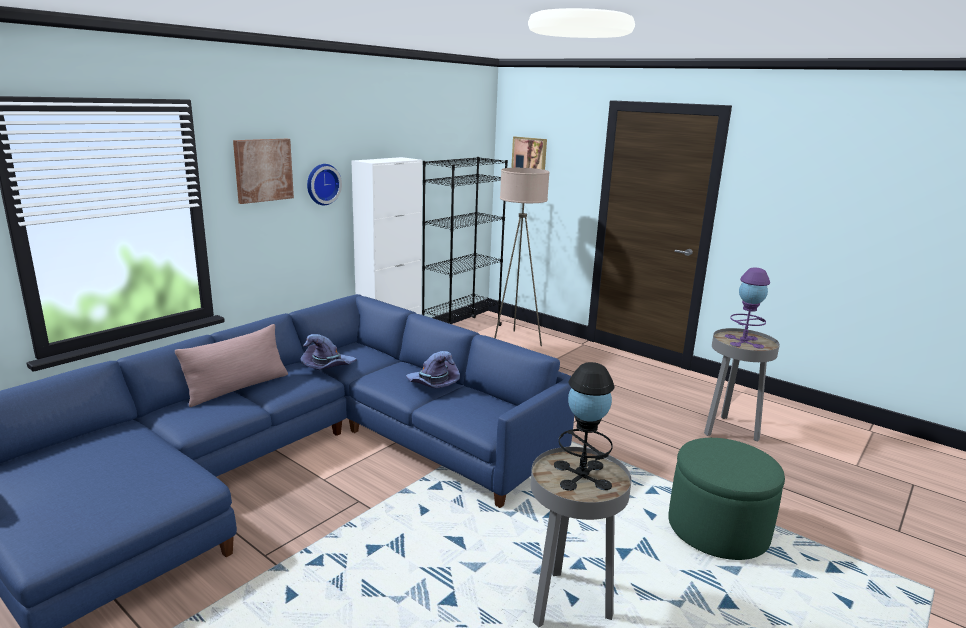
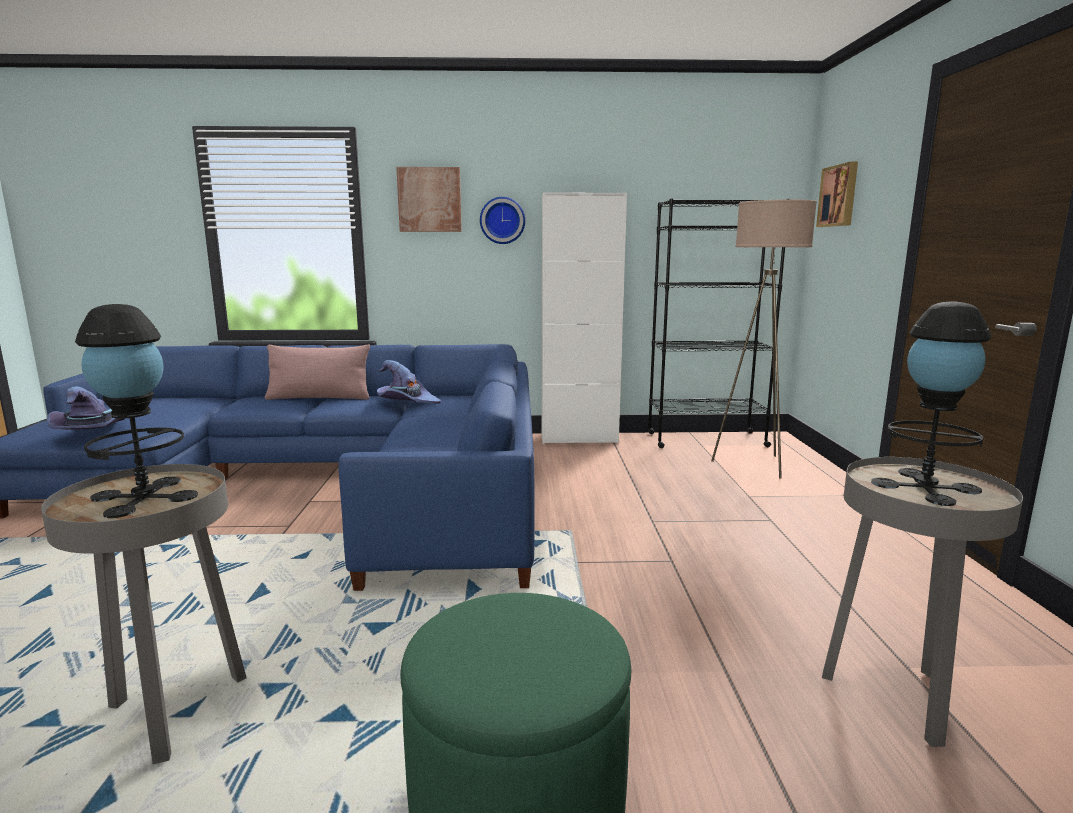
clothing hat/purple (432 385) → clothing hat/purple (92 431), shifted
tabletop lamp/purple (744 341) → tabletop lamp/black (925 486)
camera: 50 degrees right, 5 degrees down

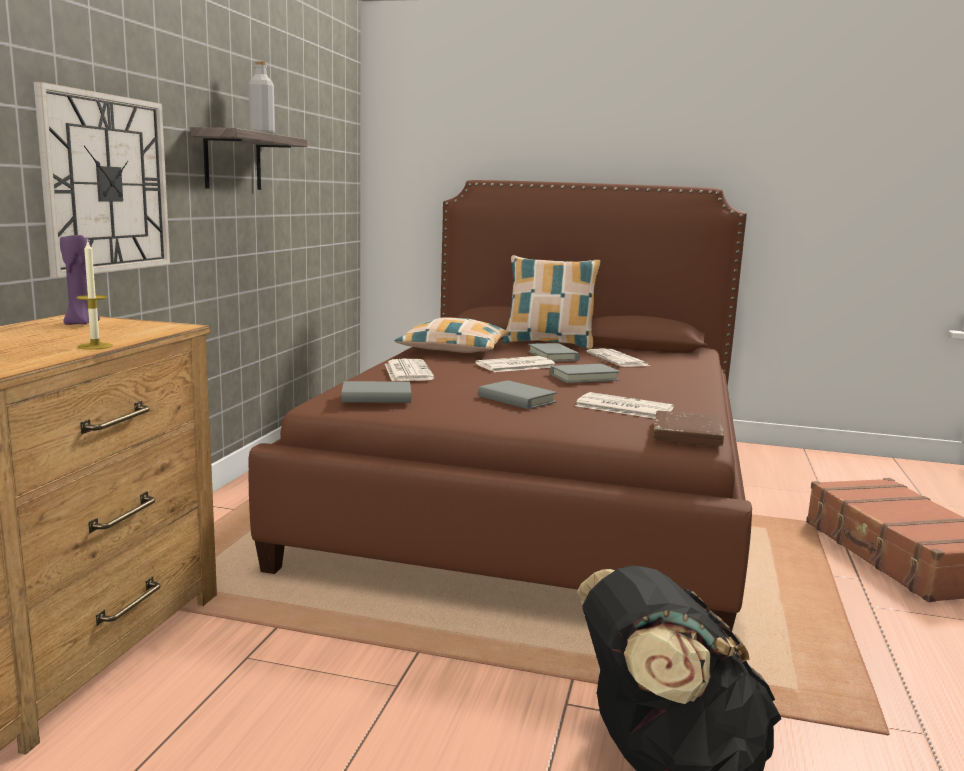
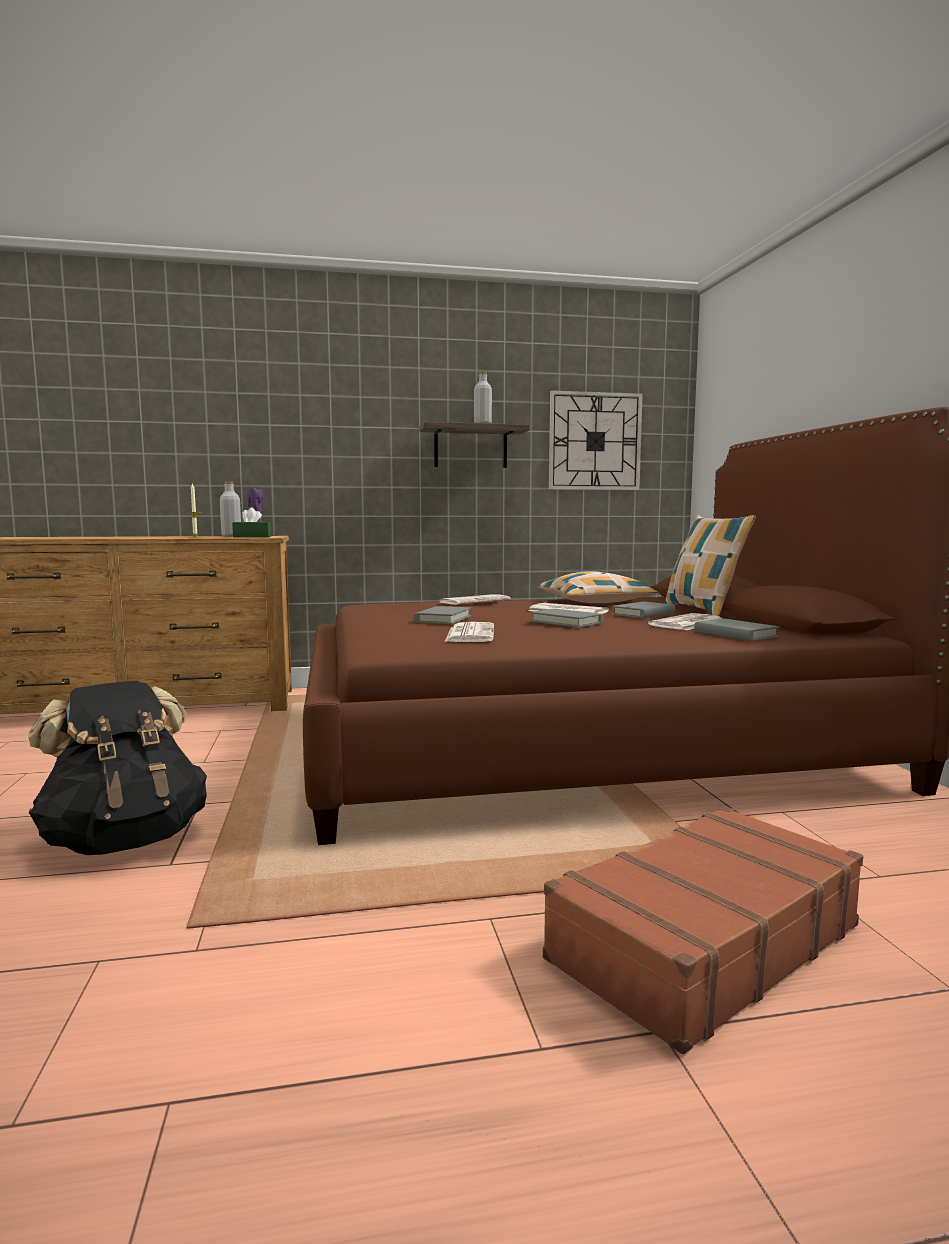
clock on the wall (106 184) → clock on the wall (594 441), shifted
volume/greyish (376 397) → volume/greyish (735 634), shifted
volume/brown-coloured (687 435) → -
- → drink bottle/greyish (231 536)
- → tissue box/green-coloured (252 537)
camera: 65 degrees right, 5 degrees down

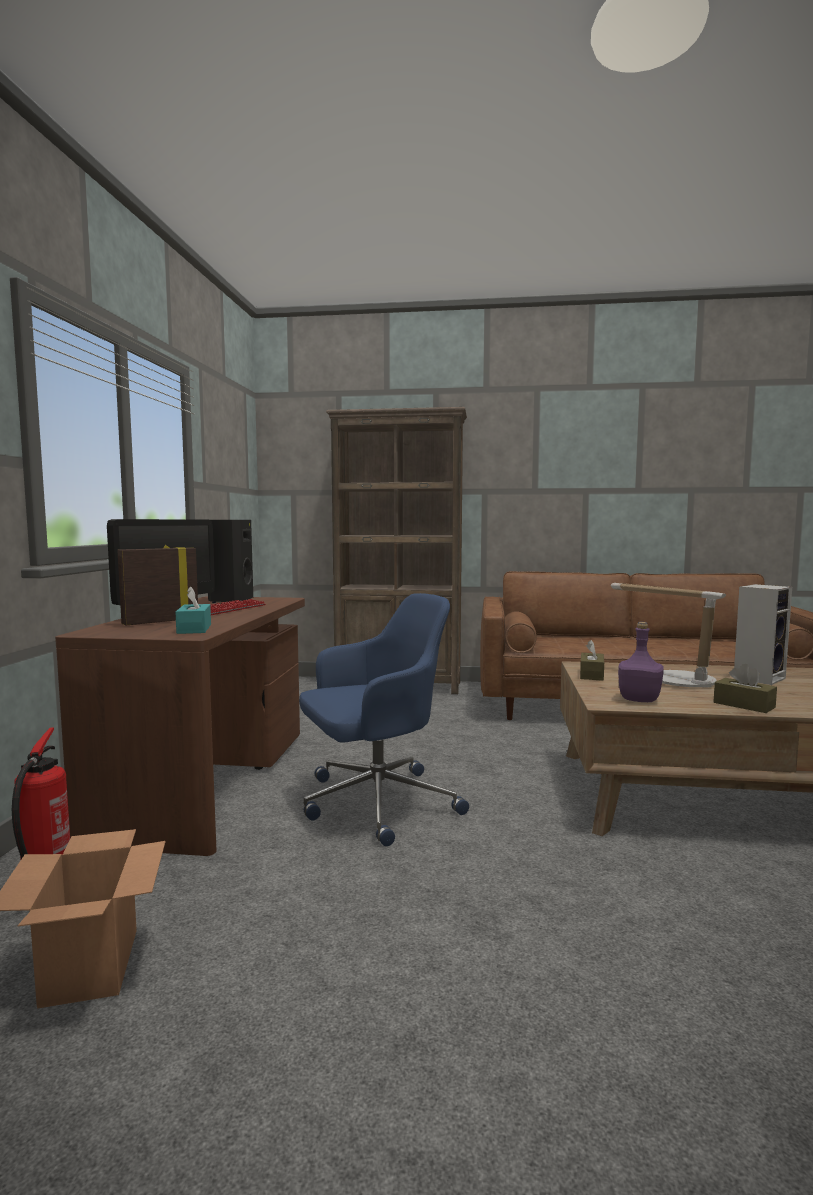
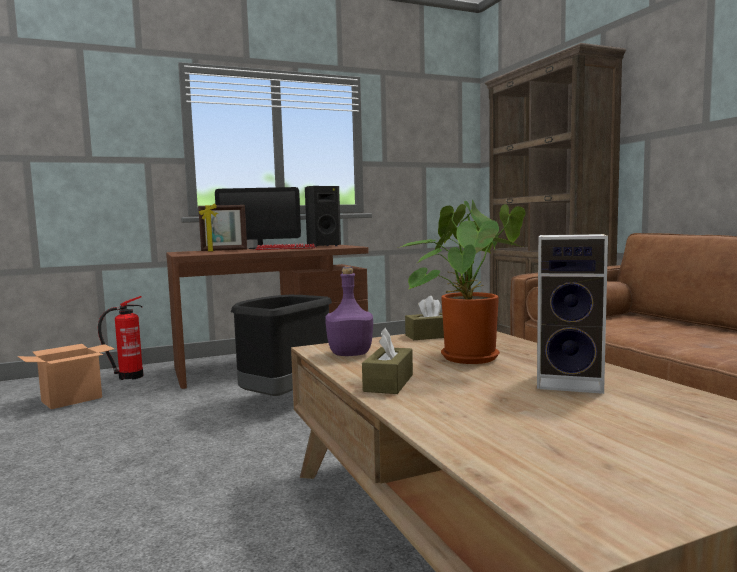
standing frame (160 622) → standing frame (224 250), 150 degrees clockwise
tissue box/turquoise (194 629) → -
computer chair/blue-coloured (375 803) → rubbish bin/black (284 401)
tabletop lamp (673 680) → plant in a pot (467 356)
camera: 60 degrees right, 0 degrees up

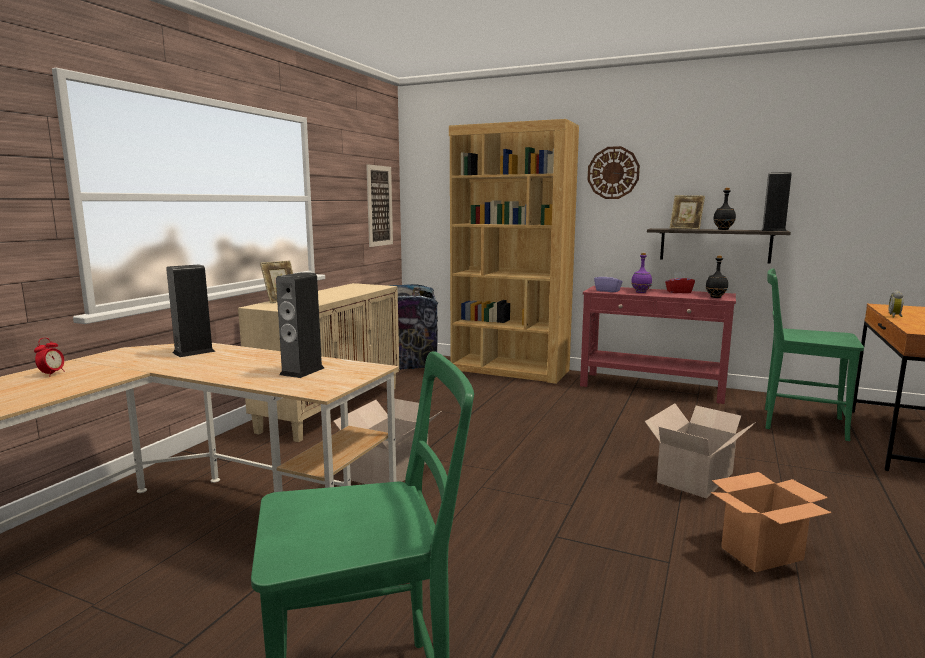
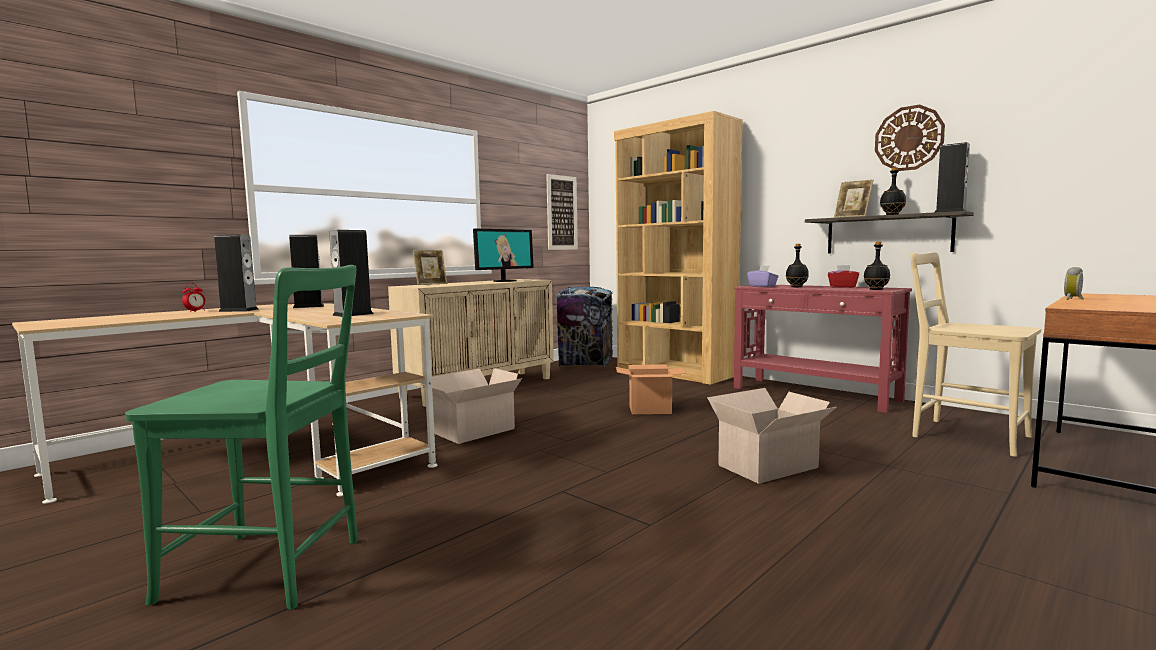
clock on the wall (613 173) → clock on the wall (908 138), shifted
drink bottle/purple (641 292) → drink bottle/black (797 287)
carton (762 553) → carton (650 410), shifted
chair/green-coloured (797 423) → chair/beige (963 435)
- → speaker (238 310)
- → computer display (504 281)
camera: 20 degrees right, 5 degrees down

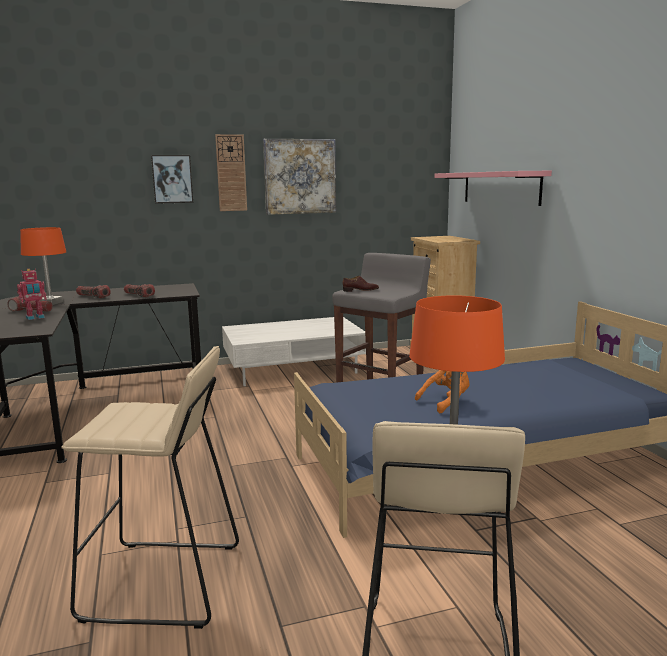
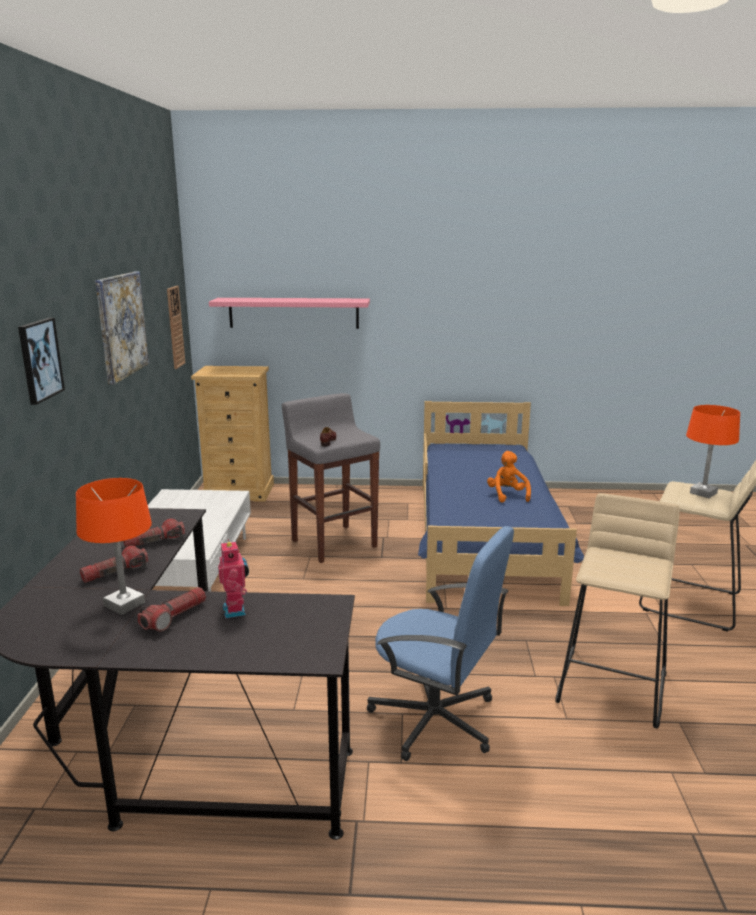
clock on the wall (231 173) → clock on the wall (175 327), shifted
- → computer chair/blue-coloured (436 720)
camera: 70 degrees left, 5 degrees up

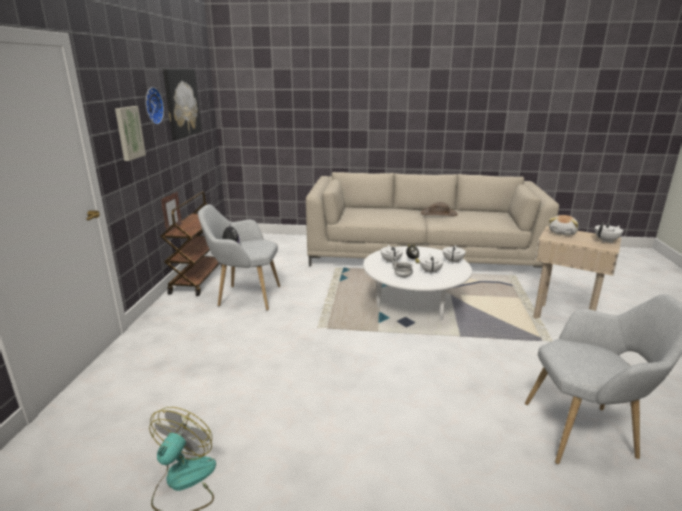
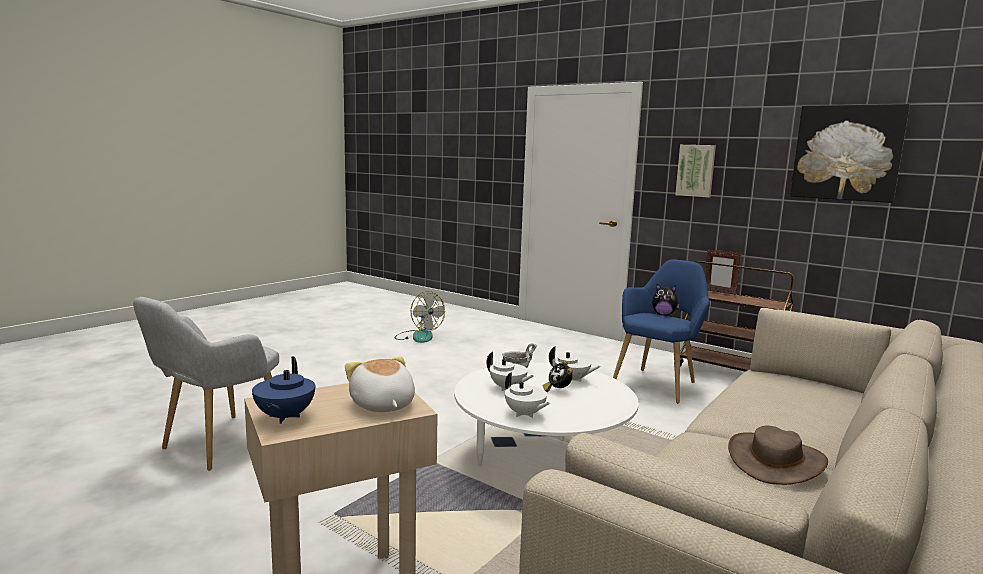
clock on the wall (152 106) → -
lounge chair/greyish (245 296) → lounge chair/blue-coloured (658 383)
tea pot/white (606 241) → tea pot/blue-coloured (284 417)
camera: 120 degrees right, 10 degrees down

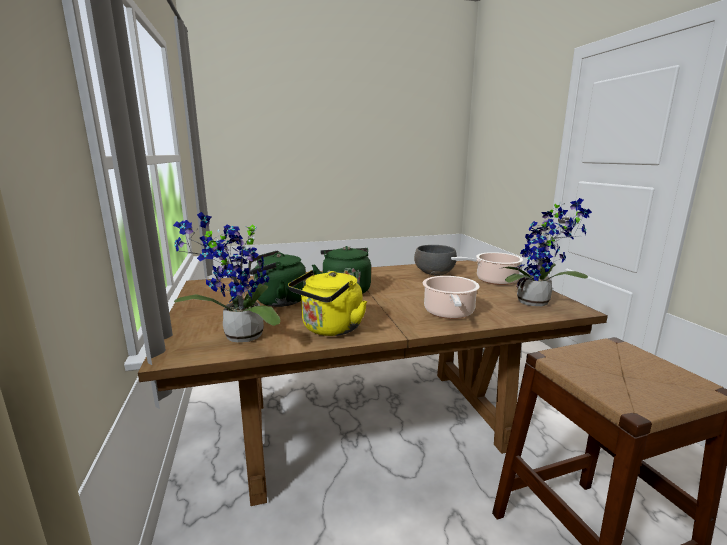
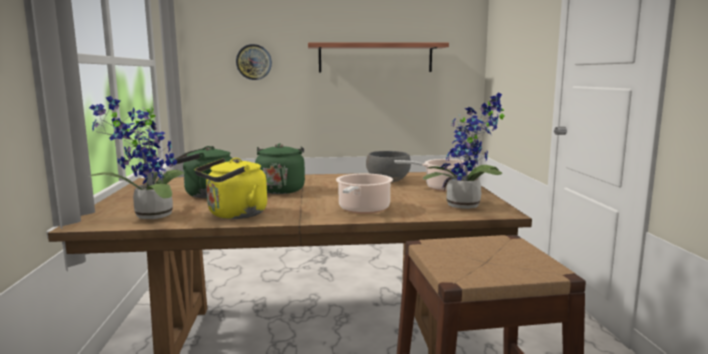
- → clock on the wall (254 62)
- → shelf (375 58)
camera: 10 degrees right, 5 degrees down

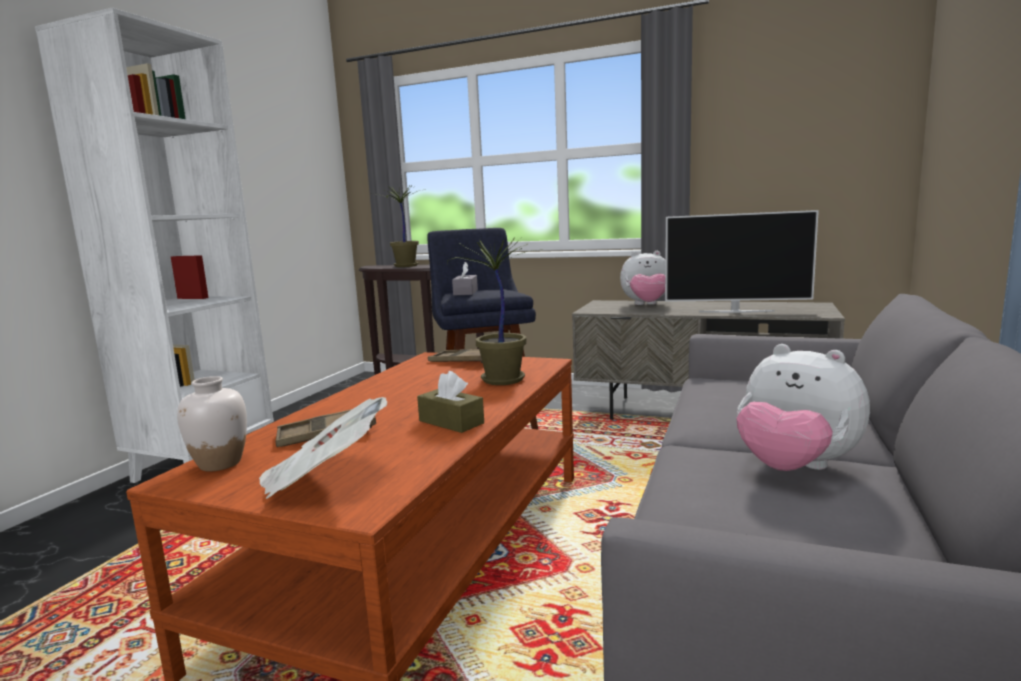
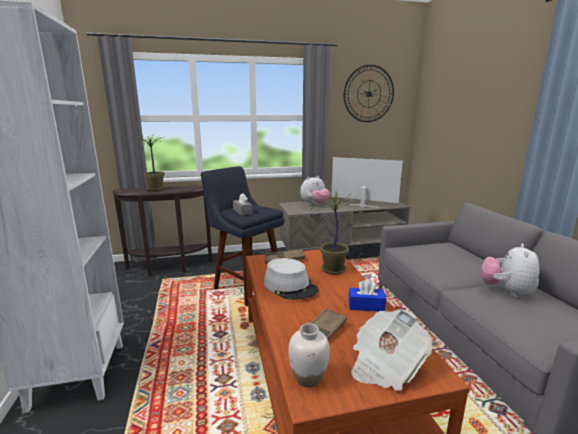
tissue box/brown-coloured (451 422) → tissue box/blue-coloured (366 306)
television (736 311) → television (362 206), 135 degrees counterclockwise
plush toy (794 468) → plush toy (506 292), 105 degrees clockwise
- → clothing hat/greyish (290 286)
- → clock on the wall (369 94)
camera: 35 degrees left, 5 degrees up

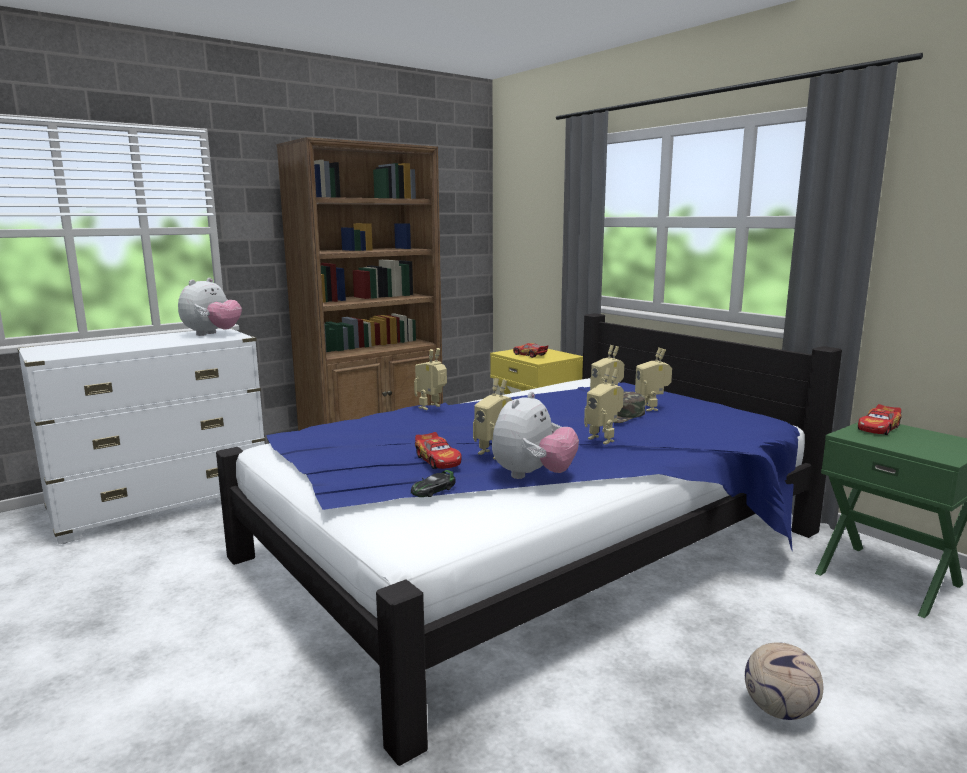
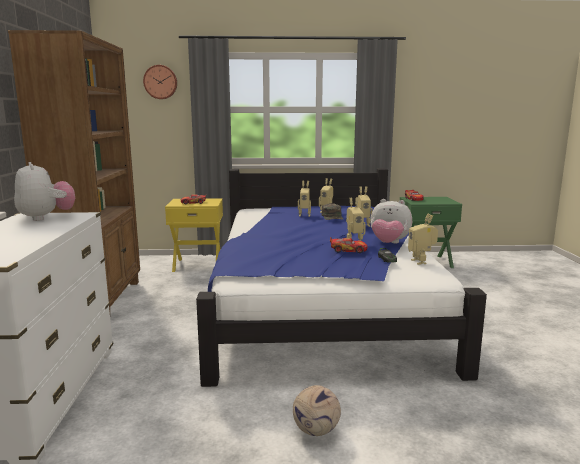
model robot (432 407) → model robot (421 261), shifted
plush toy (532 475) → plush toy (389 243), 135 degrees clockwise
football (778 710) → football (315 431), shifted
- → clock on the wall (160 82)
camera: 55 degrees left, 0 degrees up

